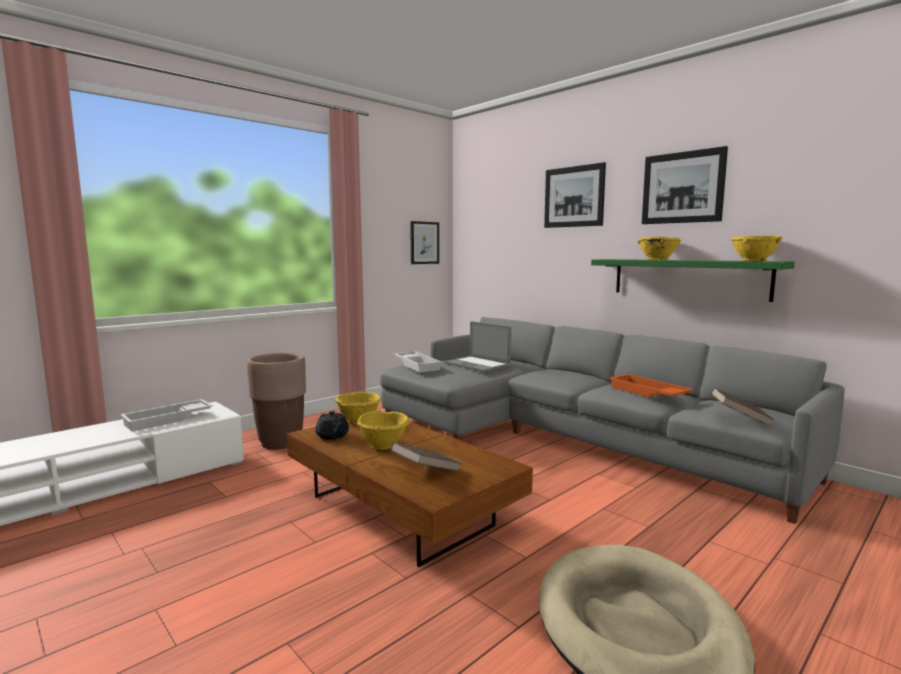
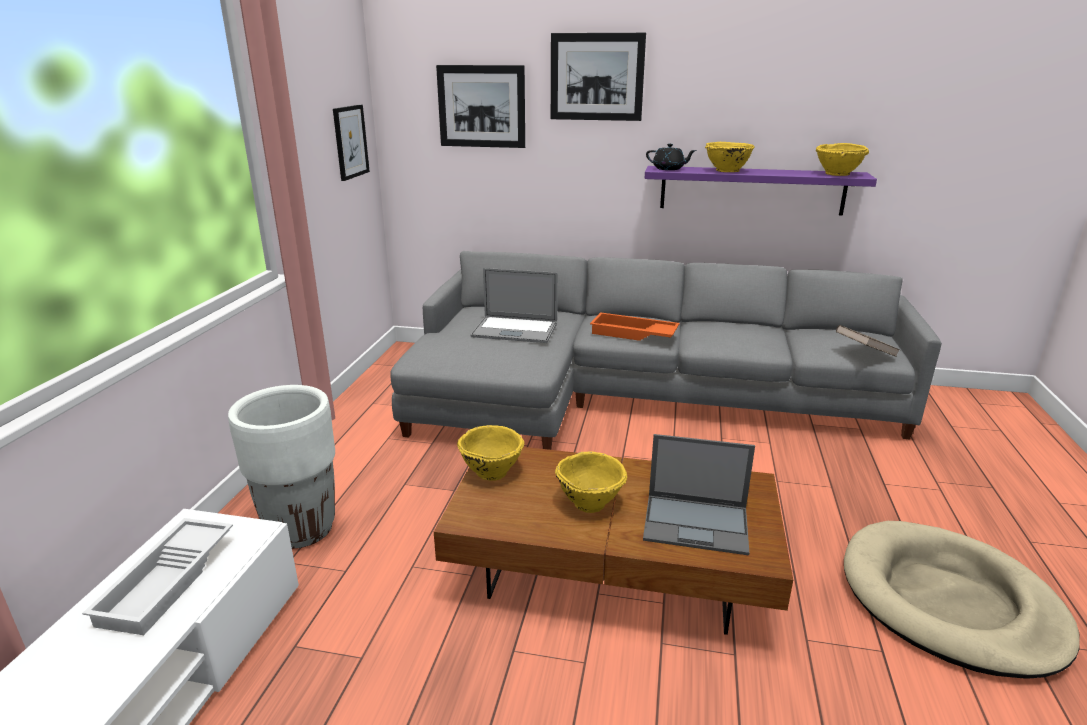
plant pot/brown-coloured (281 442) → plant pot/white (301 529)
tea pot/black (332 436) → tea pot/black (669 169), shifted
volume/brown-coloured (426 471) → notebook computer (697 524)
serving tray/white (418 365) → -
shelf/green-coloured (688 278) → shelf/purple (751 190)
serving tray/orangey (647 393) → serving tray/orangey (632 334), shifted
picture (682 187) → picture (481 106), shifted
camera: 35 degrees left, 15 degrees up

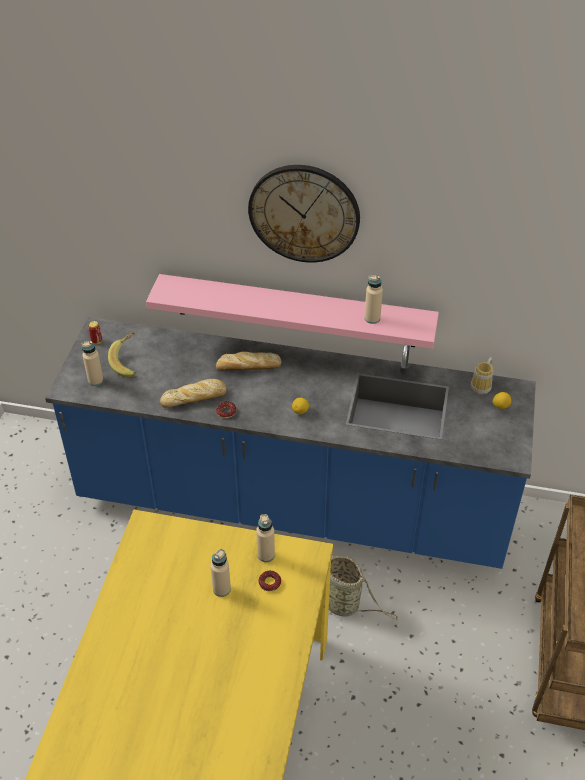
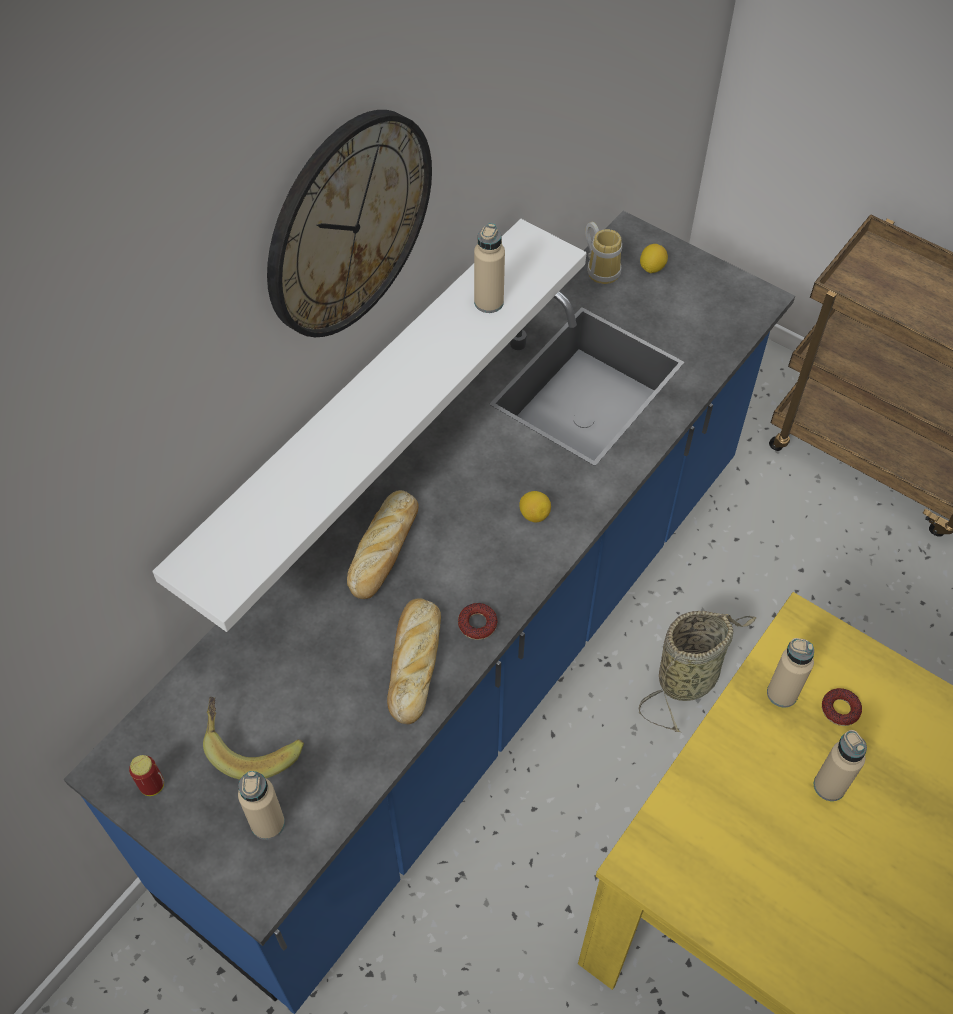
shelf/pinkish (296 311) → shelf/white (358 407)
camera: 65 degrees left, 10 degrees up

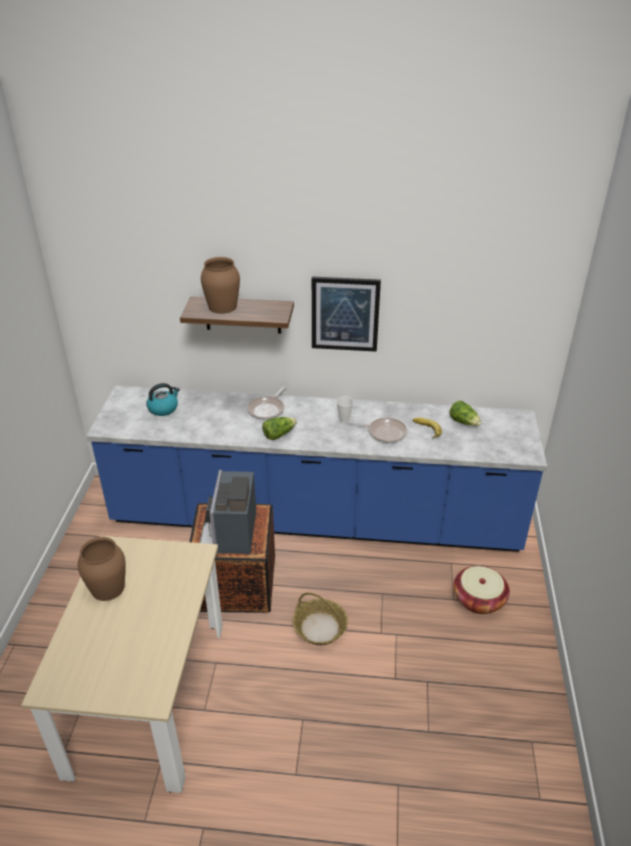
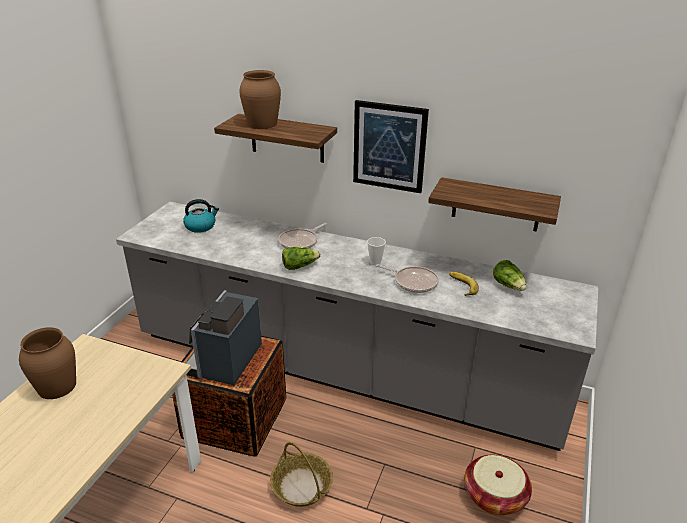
kitchen counter/blue-coloured (315 520) → kitchen counter/greyish (342 371)
- → shelf (496 205)
camera: 15 degrees right, 5 degrees down

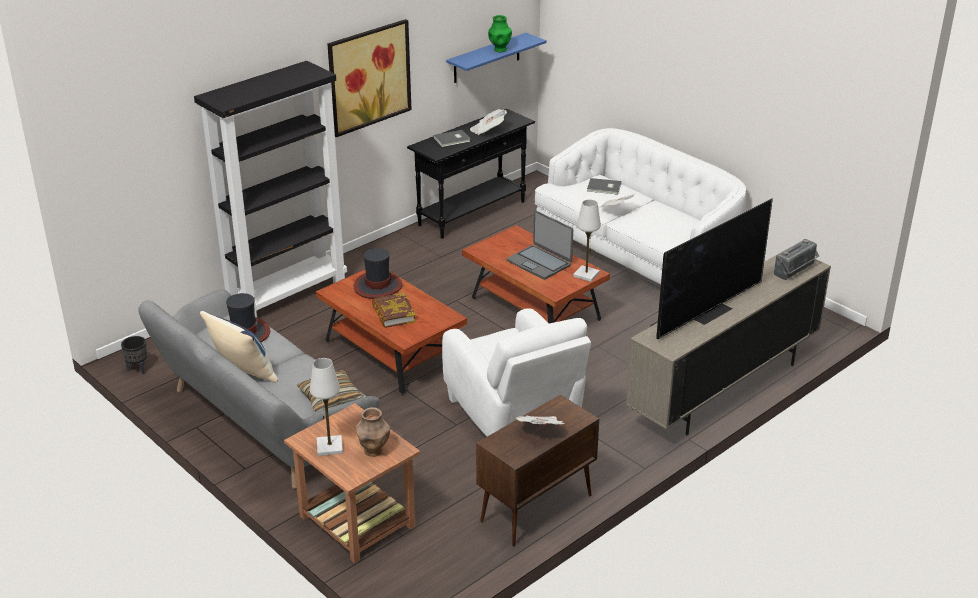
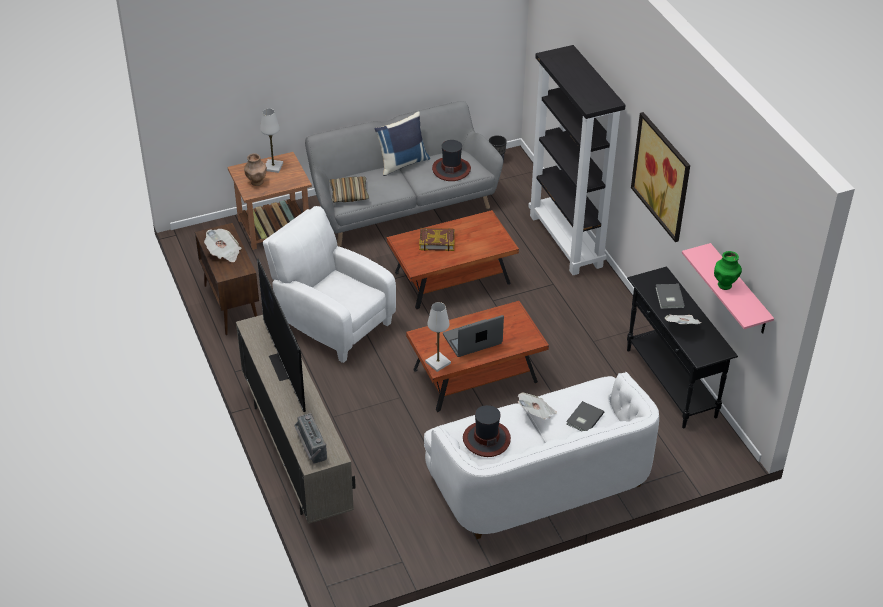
clothing hat (377 286) → clothing hat (486 439), shifted
lounge chair/white (515 419) → lounge chair/white (332 322), 45 degrees clockwise
shelf/blue-coloured (487 58) → shelf/pinkish (739 290)
camera: 110 degrees right, 10 degrees up

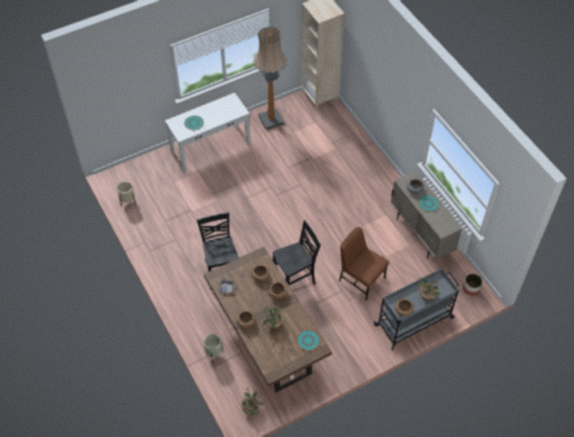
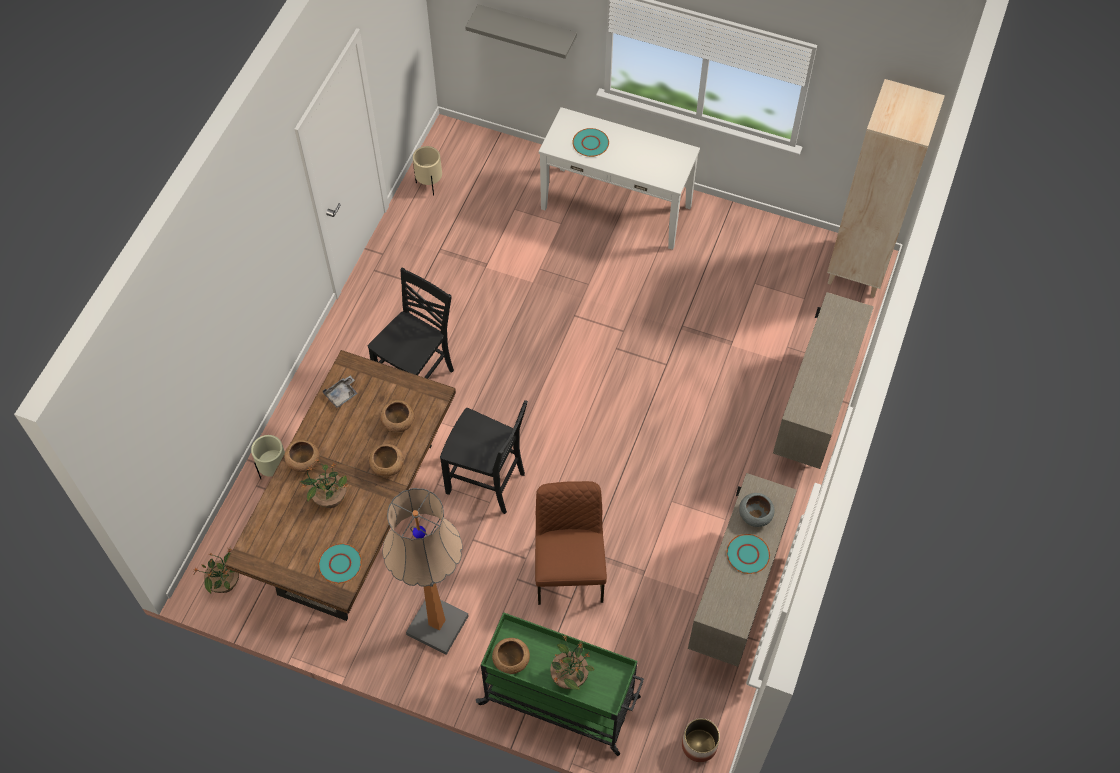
standard lamp (271 120) → standard lamp (437 625), shifted
wheeled cart/greyish (415 321) → wheeled cart/green-coloured (561 701)
- → shelf/greyish (527 28)
- → storage cabinet/beige (813 413)
camera: 50 degrees right, 5 degrees up

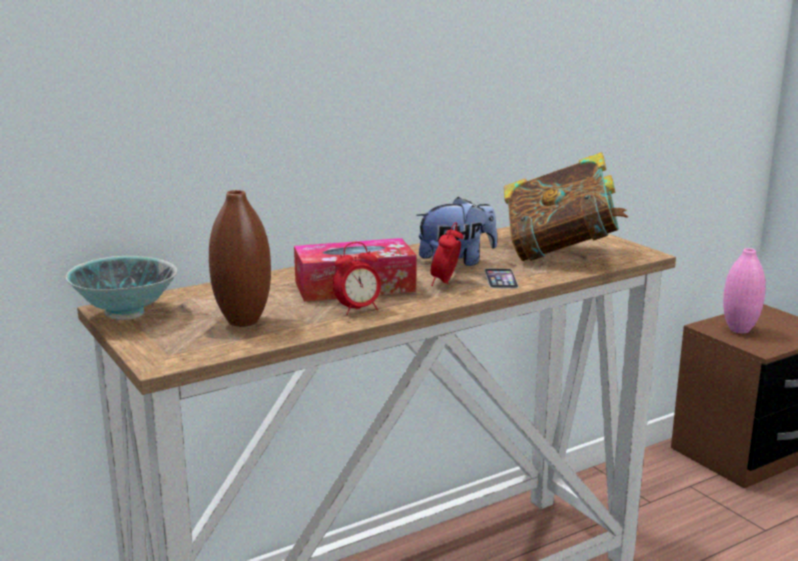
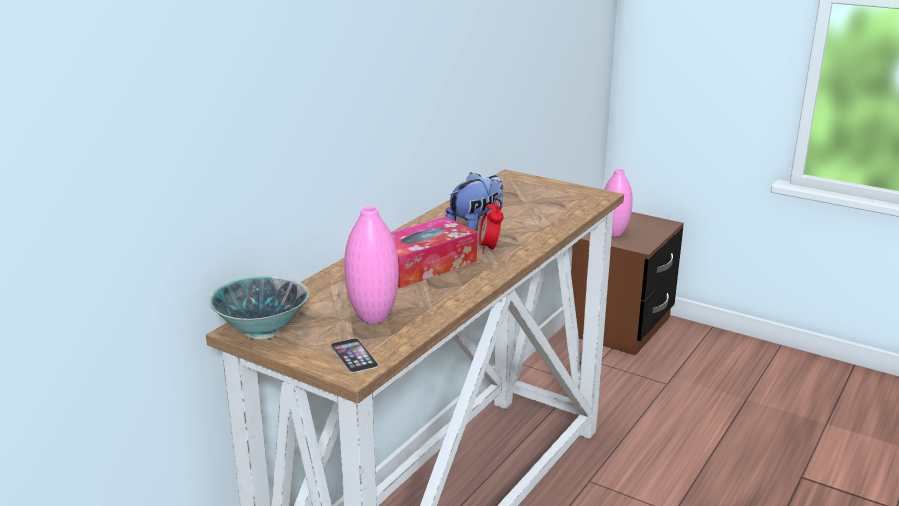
decorative vase/brown-coloured (243 321) → decorative vase/pinkish (373 317)
bedside clock (358 310) → -
telephone (501 278) → telephone (354 355), shifted
volume (560 253) → -
camera: 25 degrees left, 5 degrees up

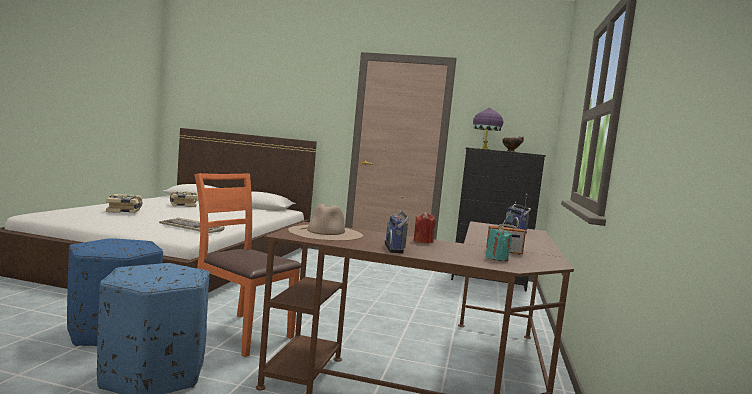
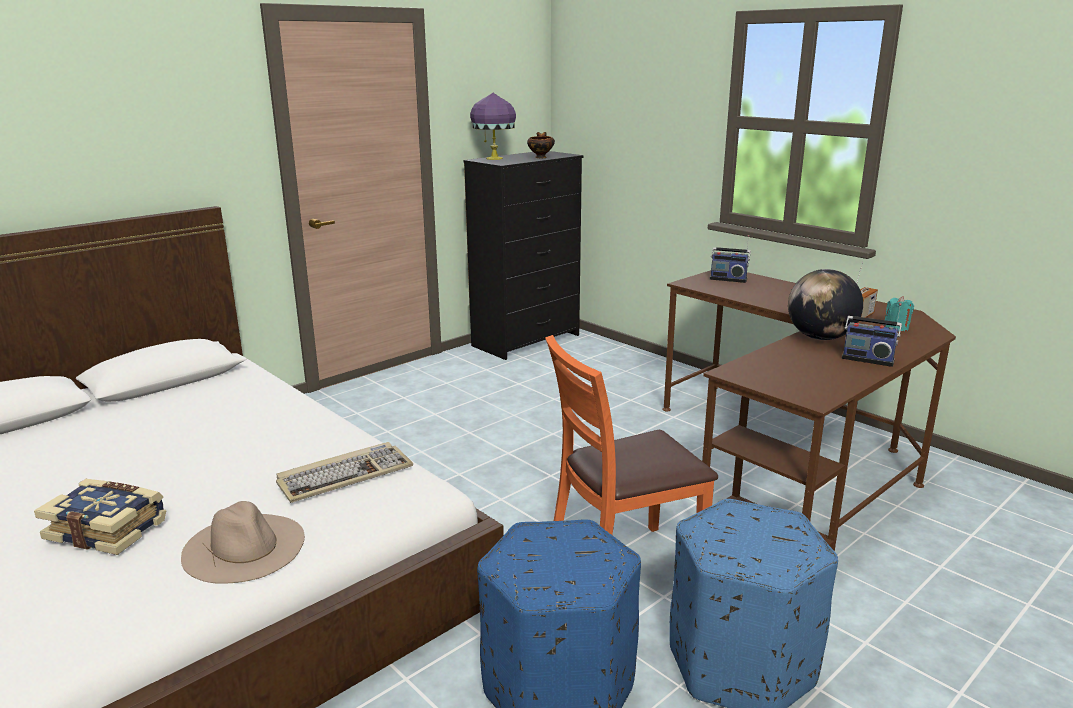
volume (182 205) → -
clothing hat/beige (326 232) → clothing hat/beige (244 547), shifted
wax candle/reddish (423 241) → world globe (820 338)
camera: 55 degrees left, 15 degrees up

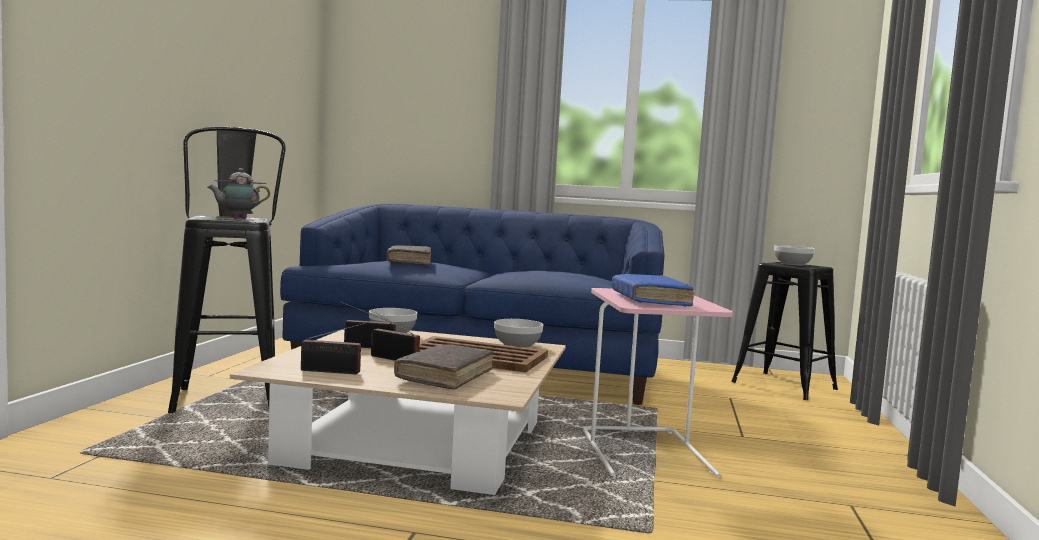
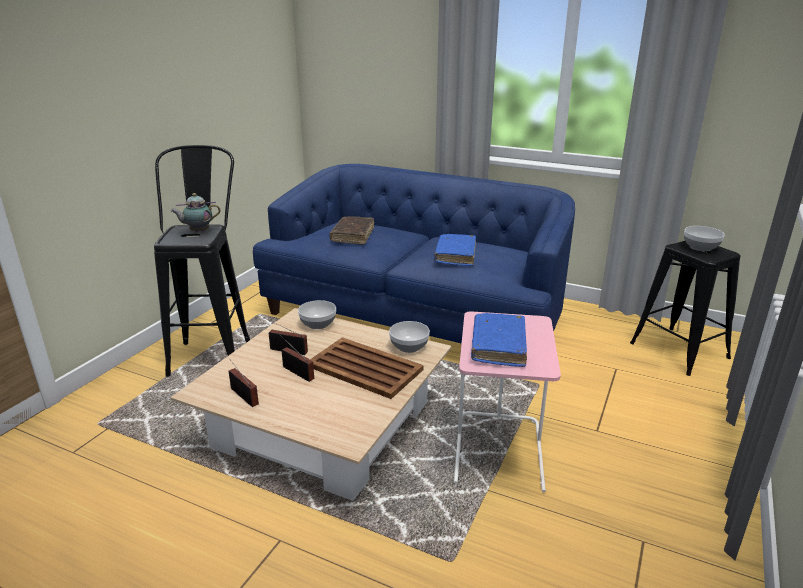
radio set (333 371) → radio set (243 395), 150 degrees counterclockwise
volume/brown-coloured (445 376) → -
- → volume/blue-coloured (455 255)
camera: 15 degrees right, 20 degrees up

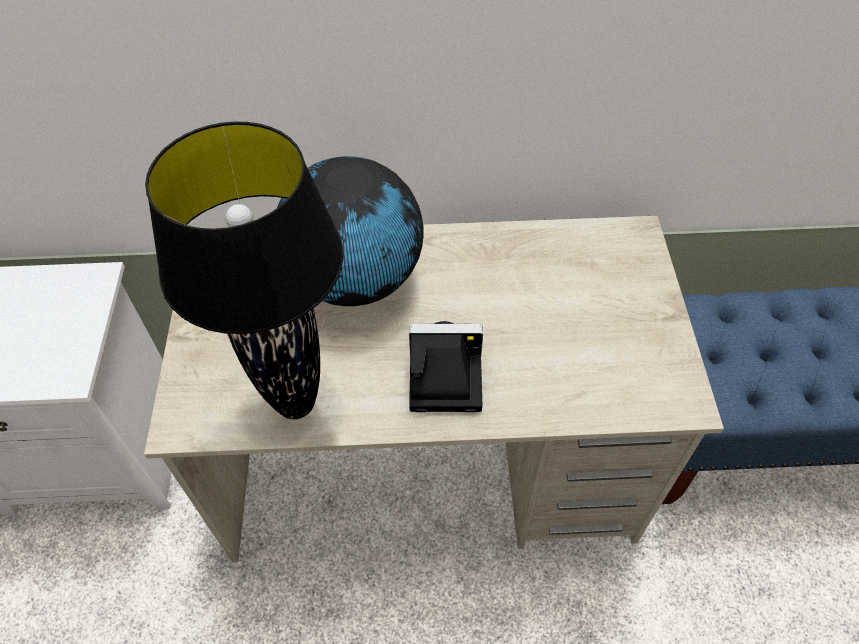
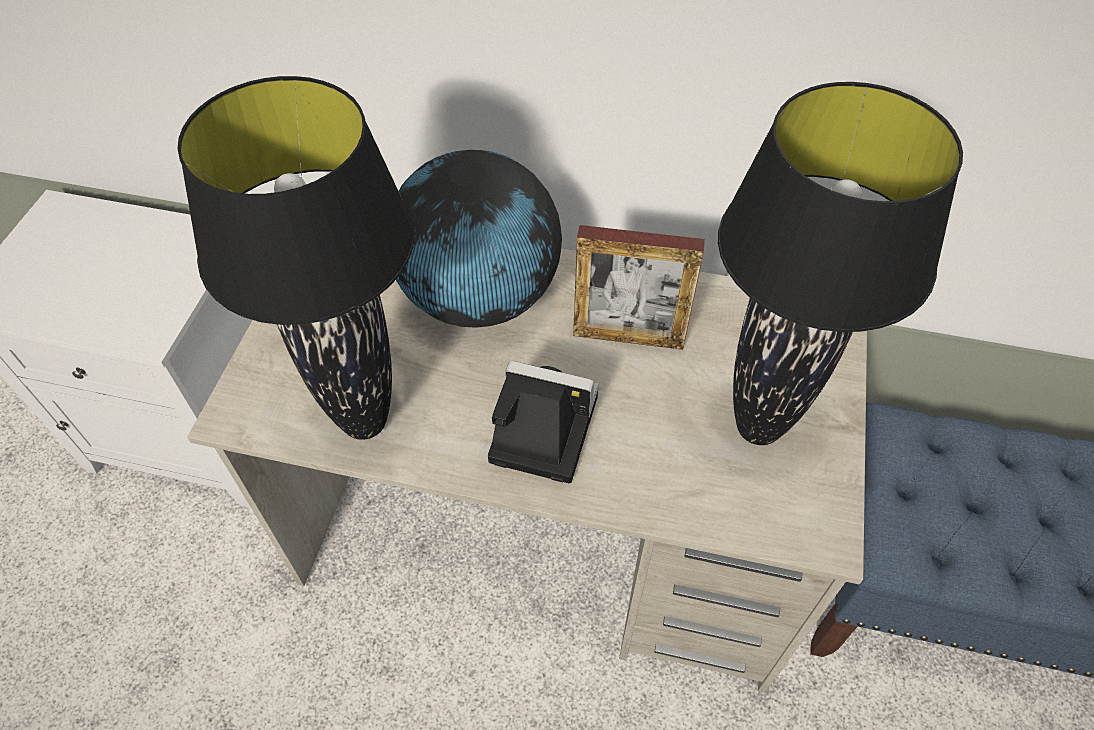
- → standing frame (628 336)
- → tabletop lamp/black (759 428)
camera: 15 degrees right, 0 degrees up

